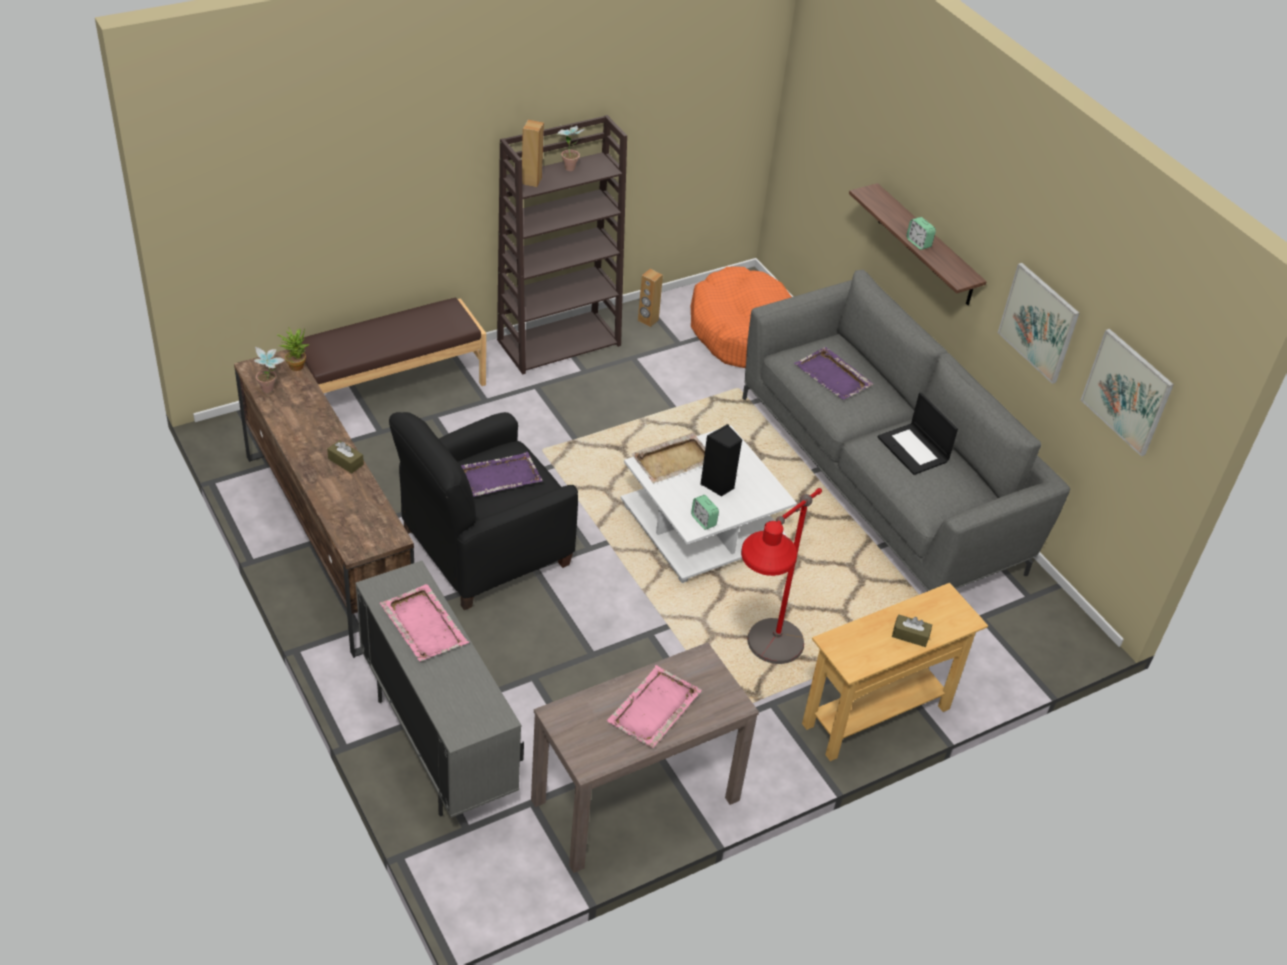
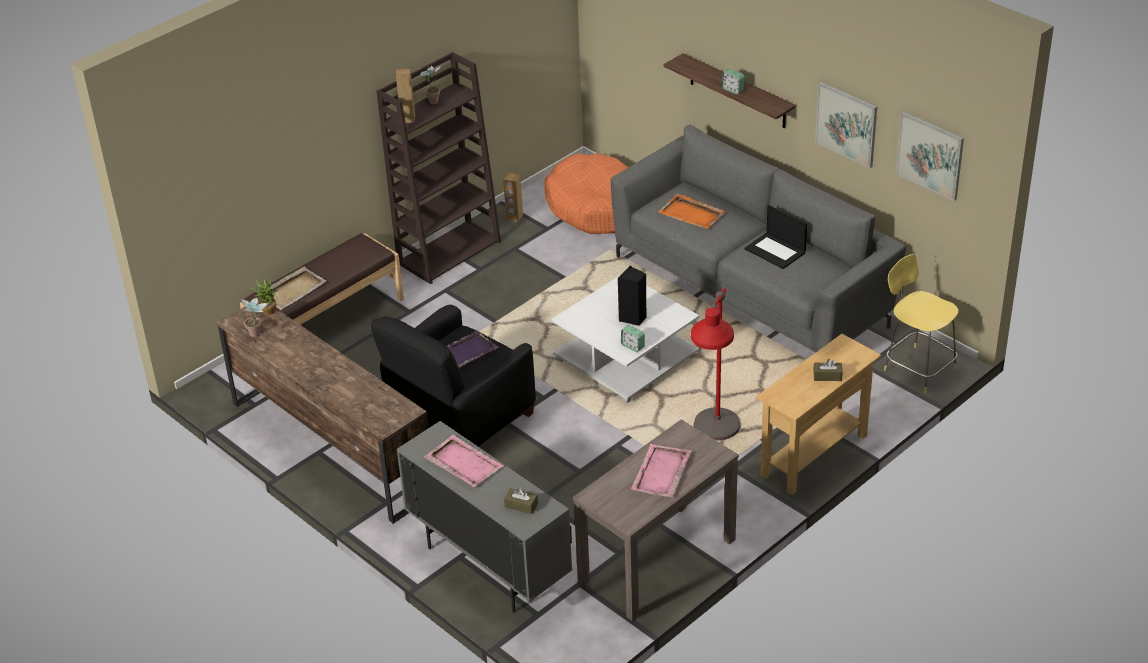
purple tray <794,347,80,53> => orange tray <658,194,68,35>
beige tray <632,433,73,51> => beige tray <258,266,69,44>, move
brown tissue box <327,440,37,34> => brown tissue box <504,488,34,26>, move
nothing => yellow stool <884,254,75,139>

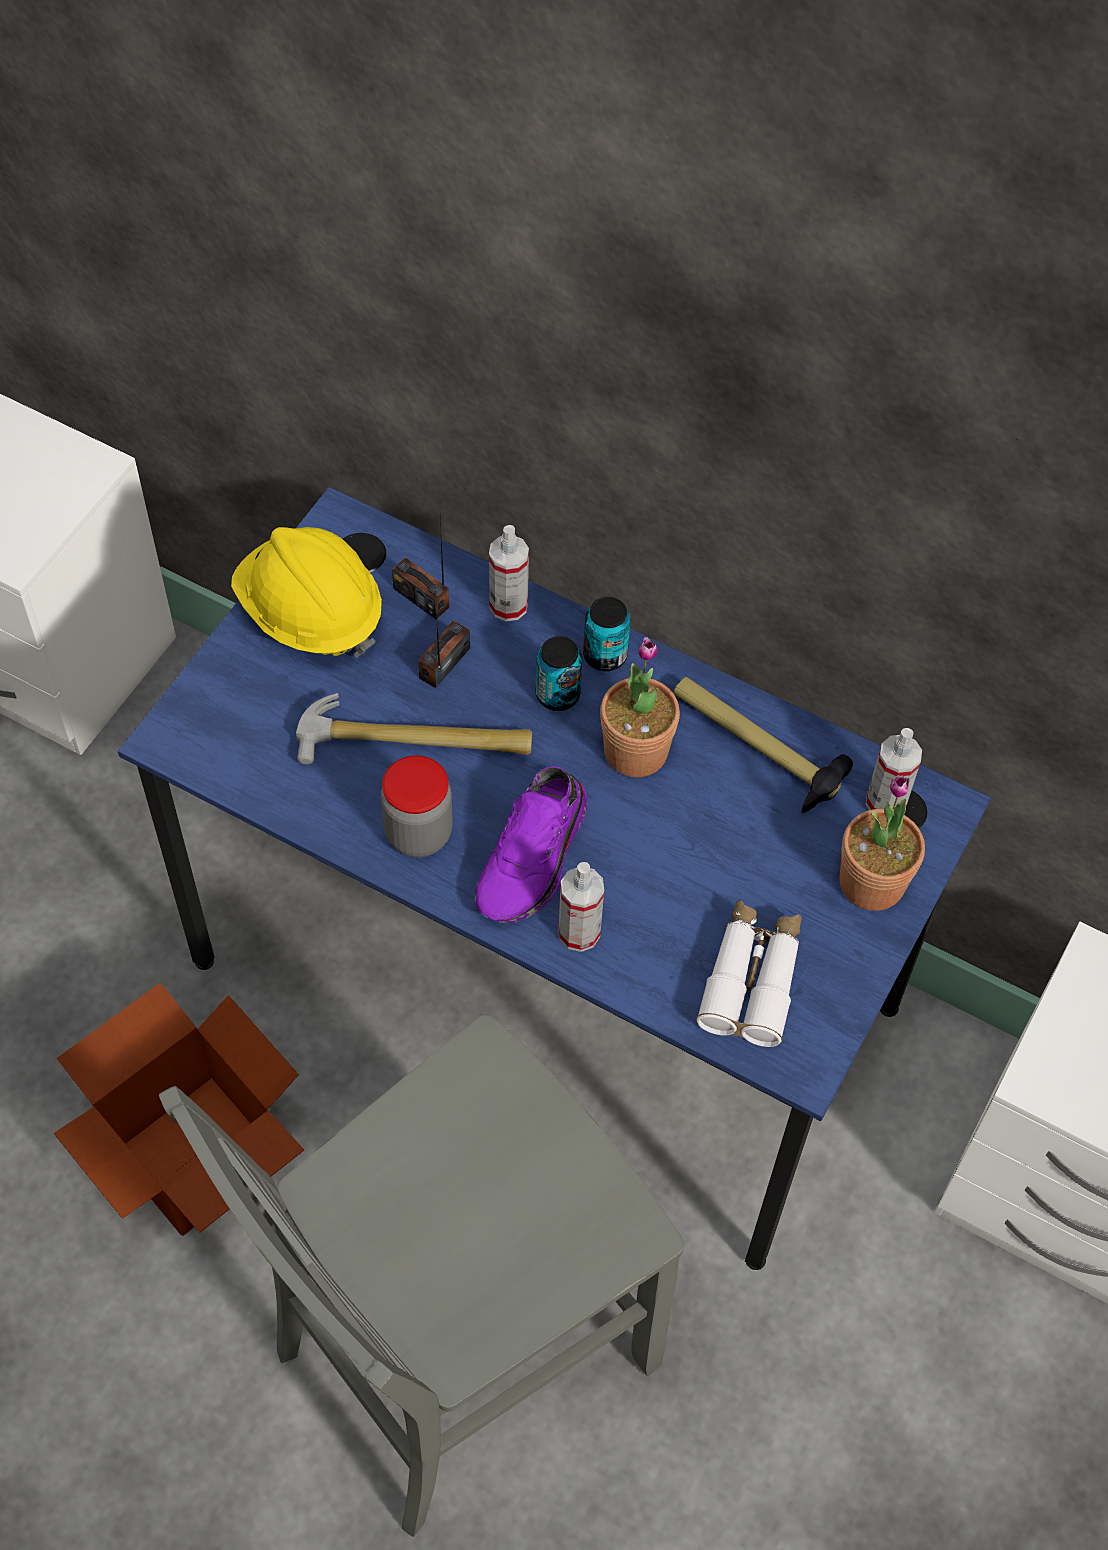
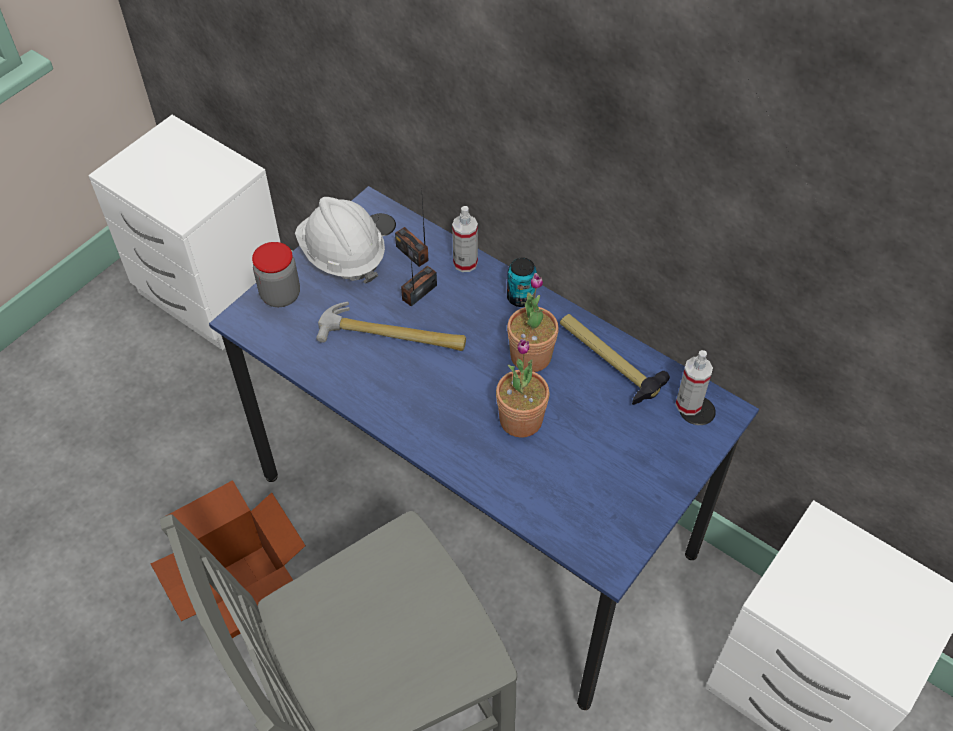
yellow hard hat <231,527,151,131> => white hard hat <295,197,90,87>
can <536,636,46,75> => nothing
jar <381,755,72,102> => jar <252,242,48,65>, move
purple shoe <475,766,112,157> => nothing
potted plant <839,775,86,136> => potted plant <496,339,53,99>, move
spray bottle <558,862,46,90> => nothing
white binoculars <696,900,106,147> => nothing

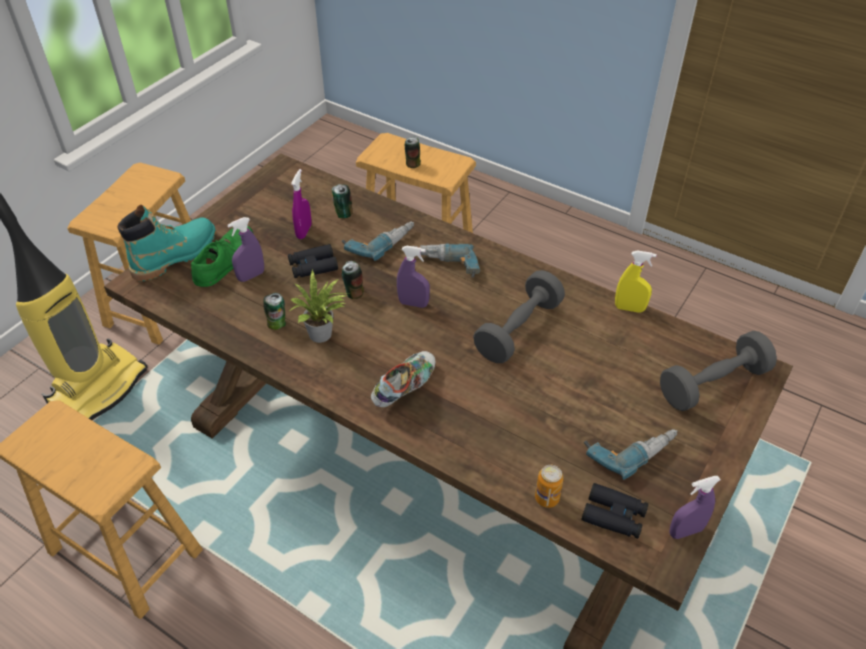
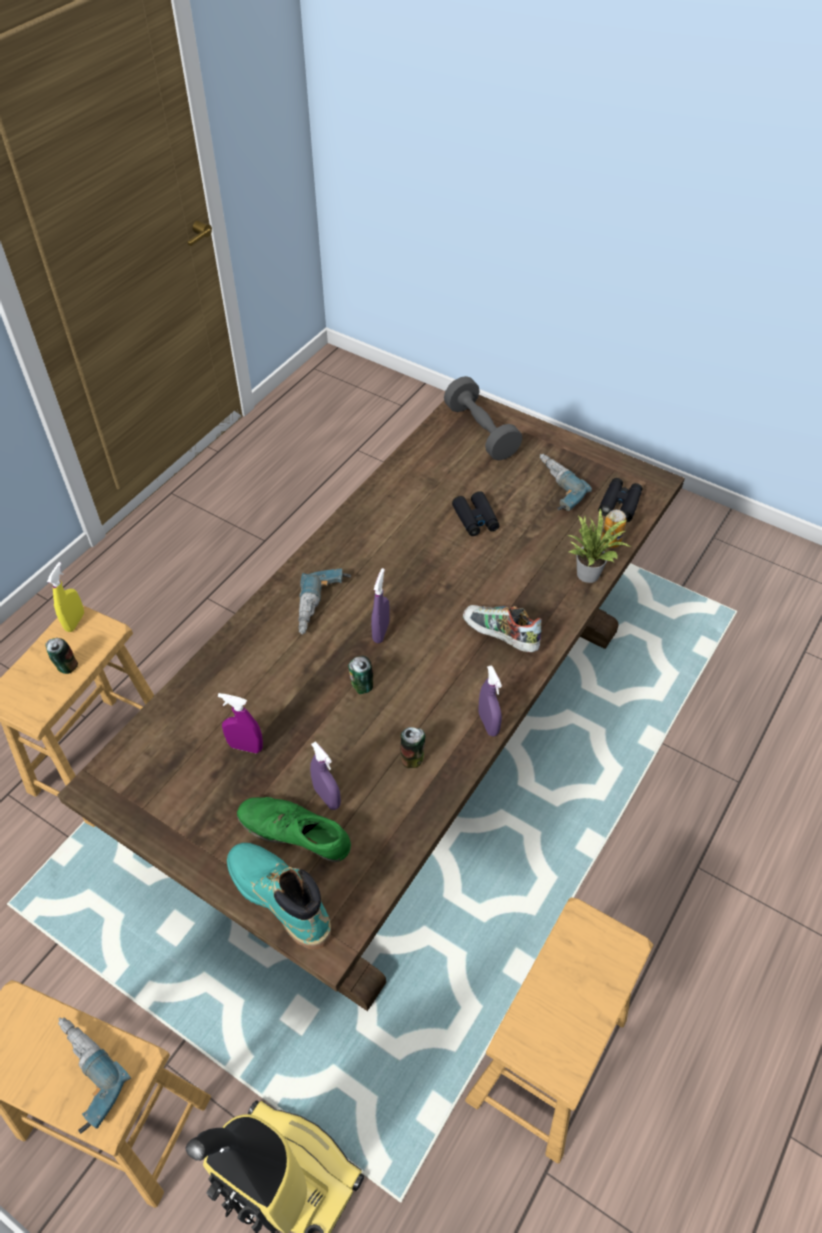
can <332,184,21,34> => nothing
power drill <342,221,72,40> => power drill <58,1018,73,116>, move
black binoculars <288,244,50,34> => black binoculars <452,491,48,45>, move
yellow spray bottle <615,250,42,63> => yellow spray bottle <47,562,37,70>, move
potted plant <290,270,57,73> => potted plant <567,507,64,76>, move
grey dumbbell <473,270,92,93> => nothing
purple spray bottle <670,476,50,63> => purple spray bottle <478,665,24,72>, move

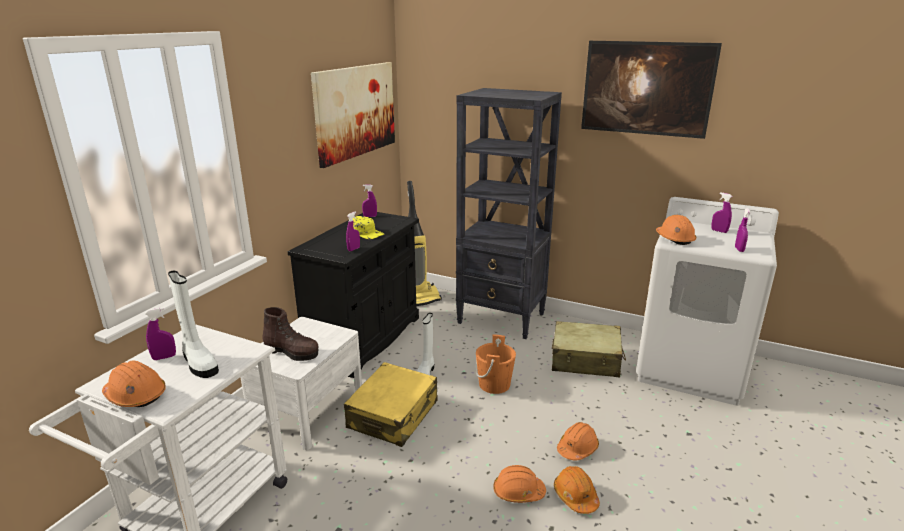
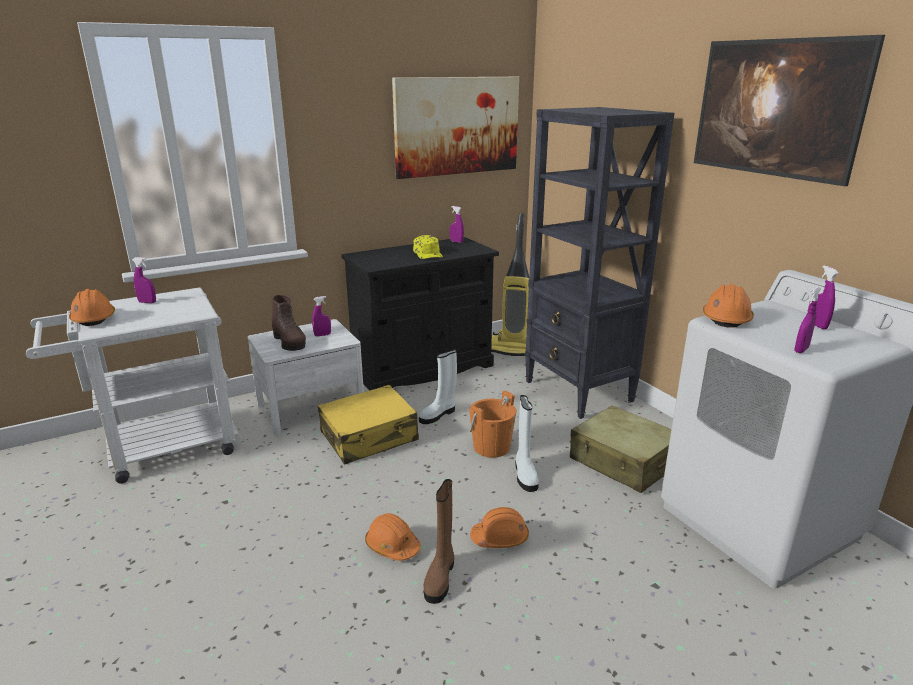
purple spray bottle <346,211,14,40> => purple spray bottle <312,296,19,40>, move
white boot <168,271,51,107> => white boot <515,395,24,97>, move
orange hard hat <554,466,46,48> => brown boot <424,479,30,125>

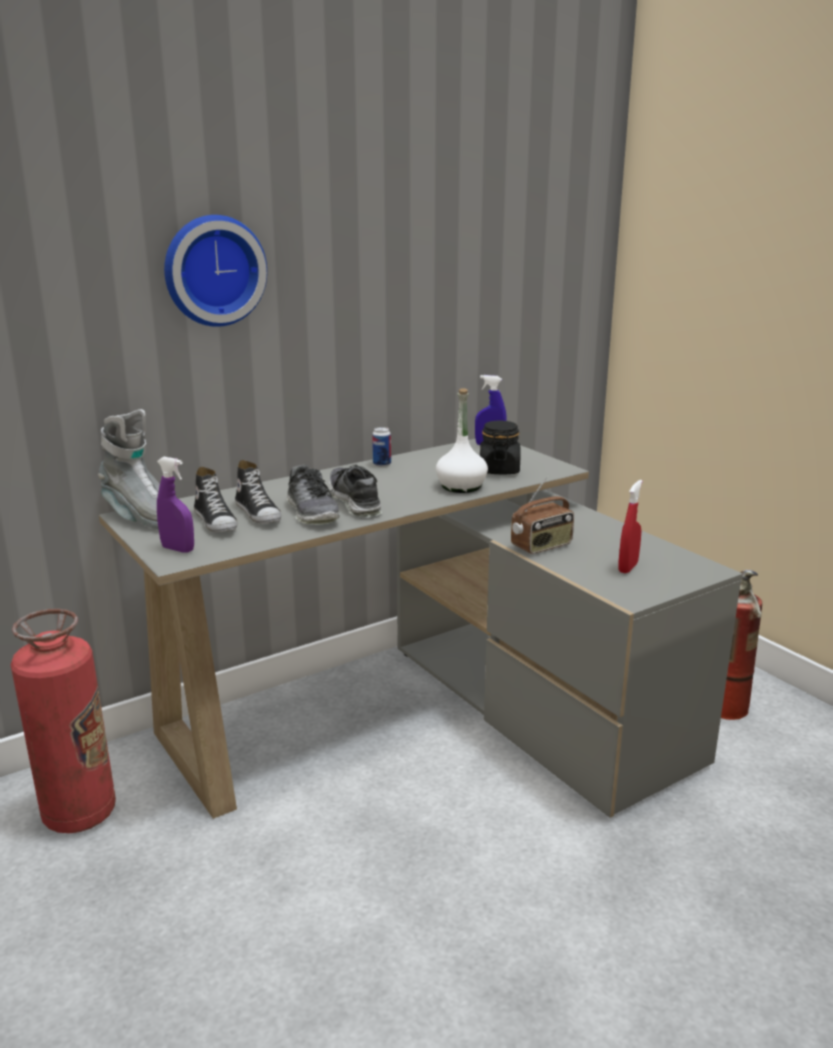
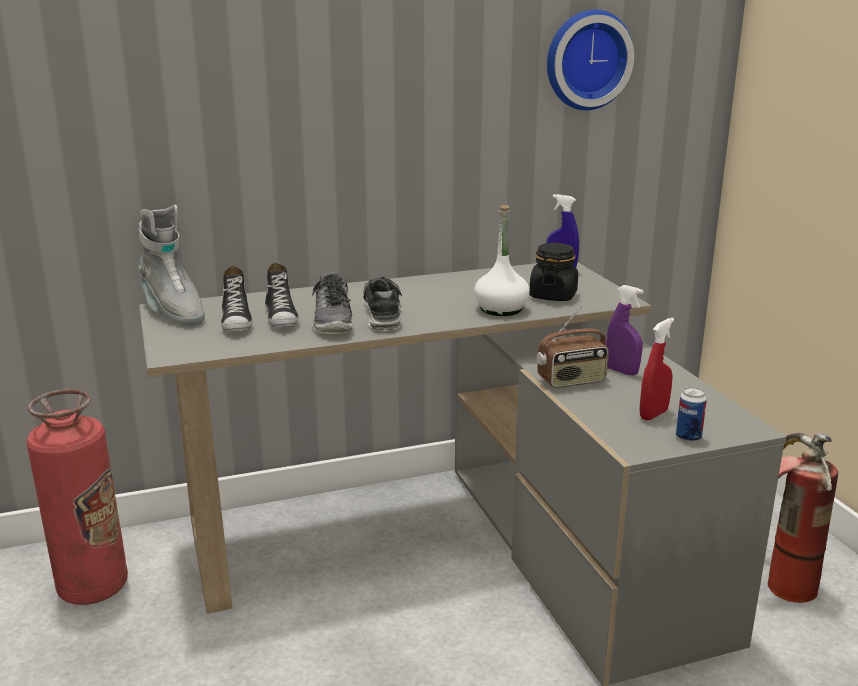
wall clock <164,215,103,112> => wall clock <547,10,87,100>, move
can <372,427,19,40> => can <676,387,31,55>, move
purple spray bottle <157,457,37,96> => purple spray bottle <606,285,37,90>, move

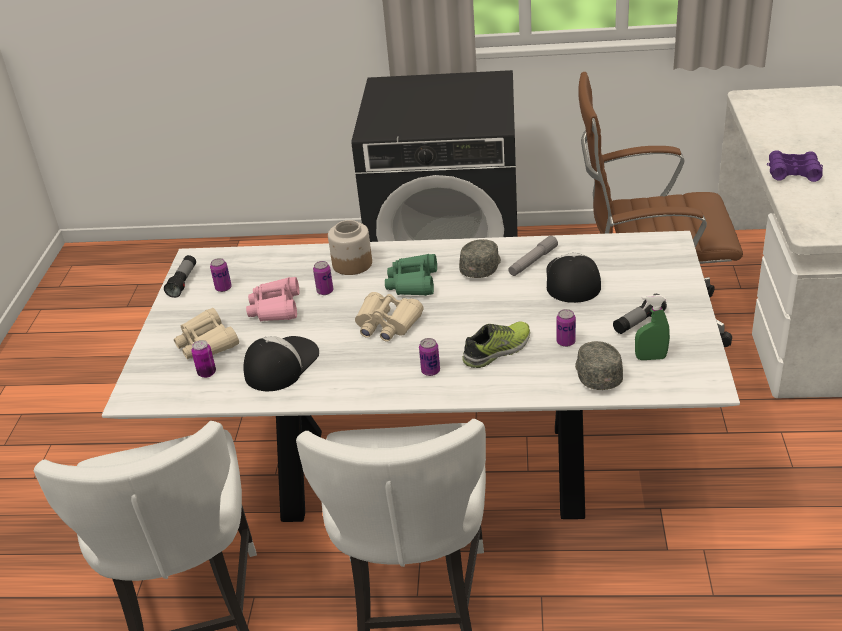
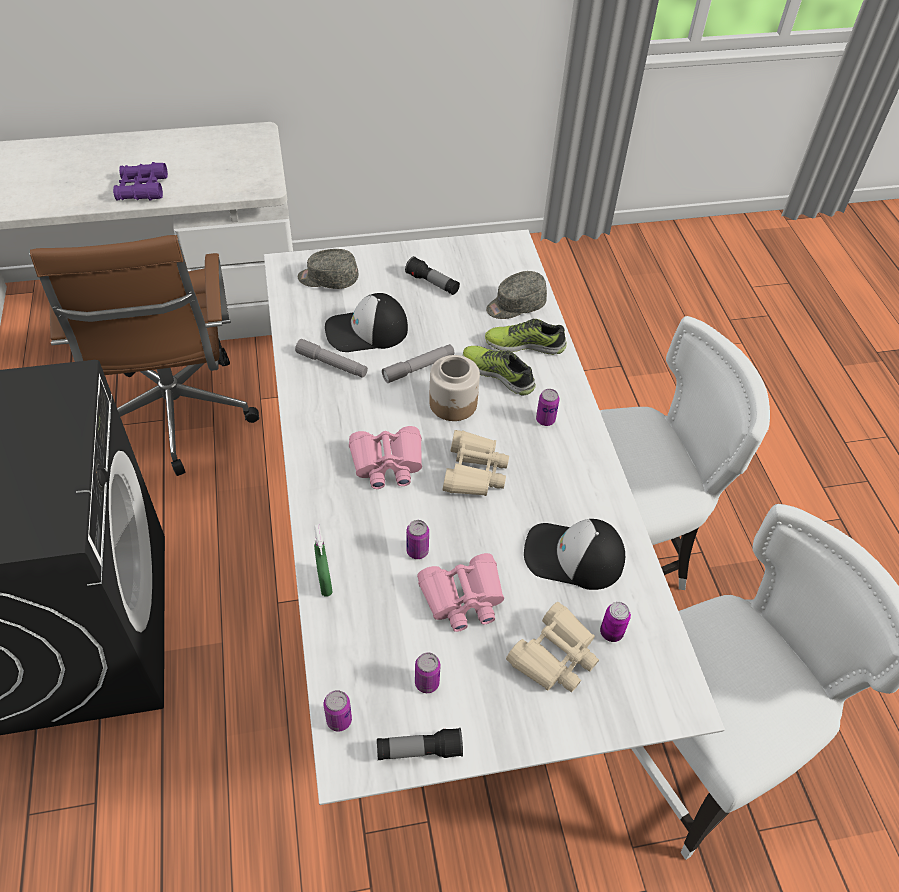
jar <328,220,44,55> => jar <429,355,51,66>, move
grey cap <459,239,42,39> => grey cap <298,249,61,40>, move
green binoculars <385,254,52,42> => pink binoculars <349,426,73,63>
green spray bottle <635,295,35,65> => green spray bottle <314,524,19,73>, move
can <556,309,20,38> => can <324,690,28,42>, move
nothing => shoe <485,319,82,36>
nothing => grey flashlight <382,344,73,39>

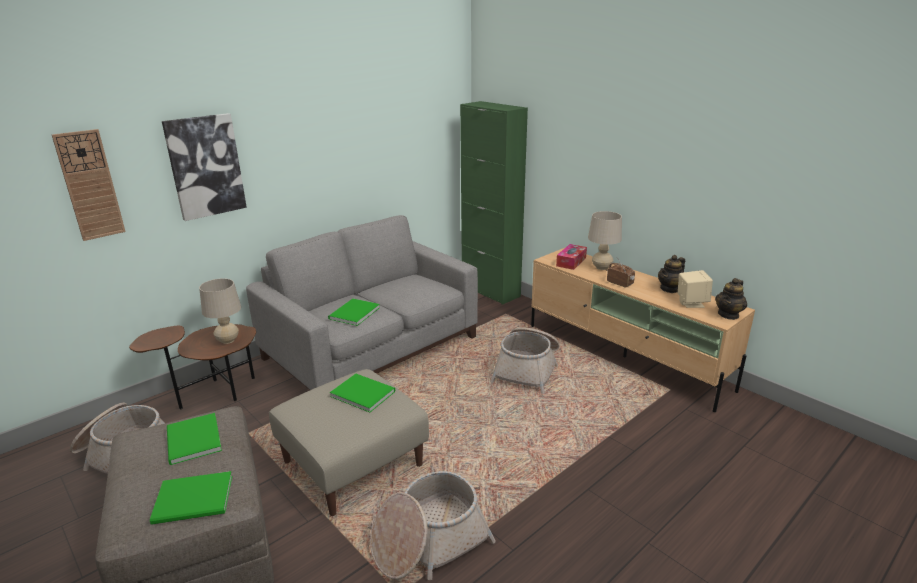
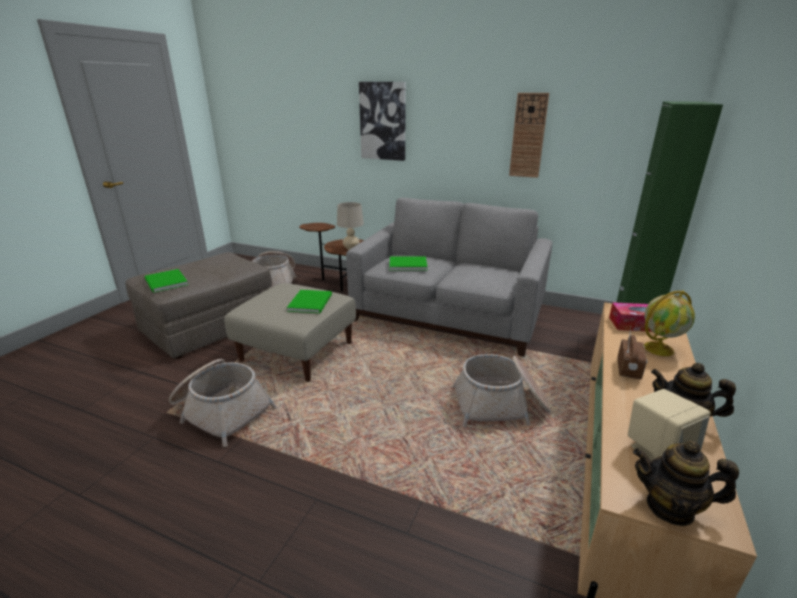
wall clock <52,129,74,112> => wall clock <509,93,40,85>, move
beige table lamp <588,211,34,59> => globe <644,290,51,66>
green book <167,413,55,52> => nothing

